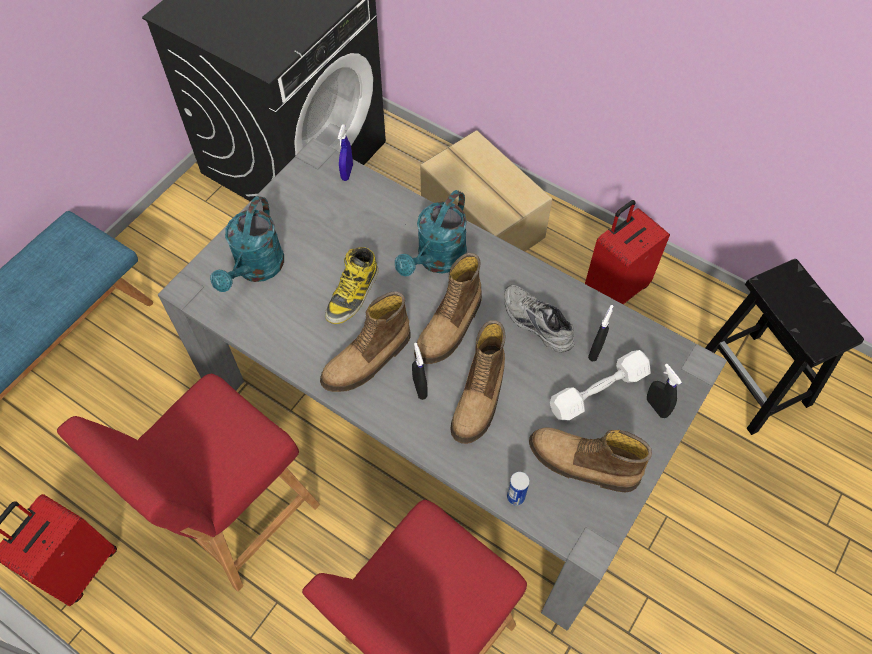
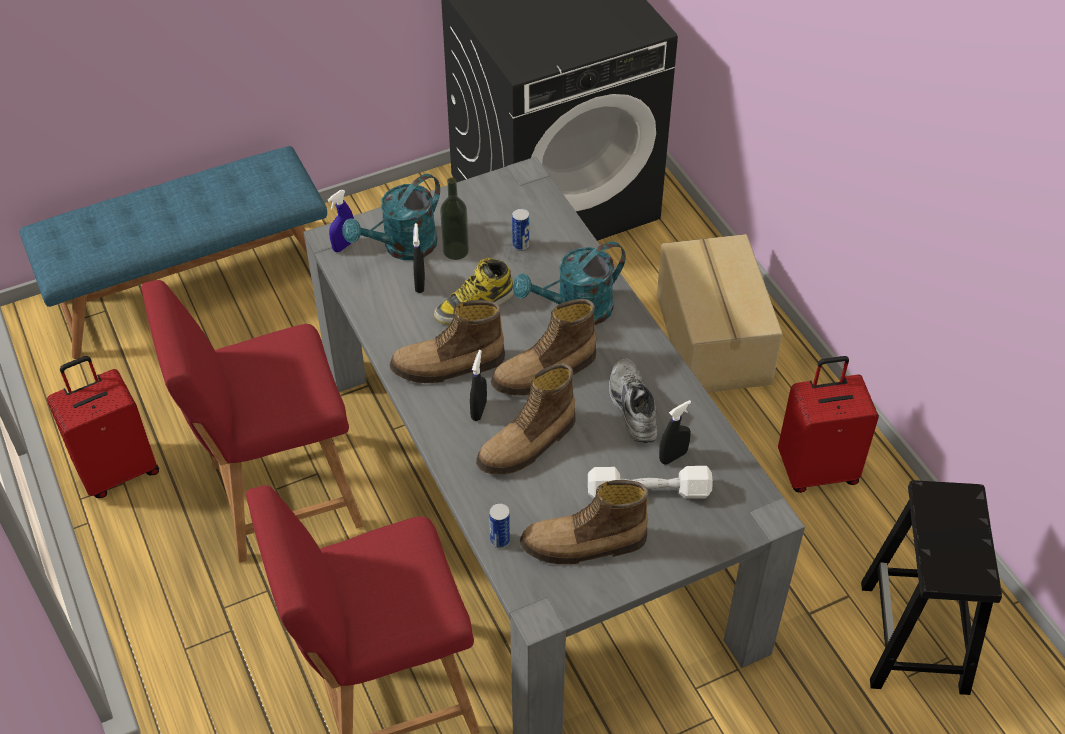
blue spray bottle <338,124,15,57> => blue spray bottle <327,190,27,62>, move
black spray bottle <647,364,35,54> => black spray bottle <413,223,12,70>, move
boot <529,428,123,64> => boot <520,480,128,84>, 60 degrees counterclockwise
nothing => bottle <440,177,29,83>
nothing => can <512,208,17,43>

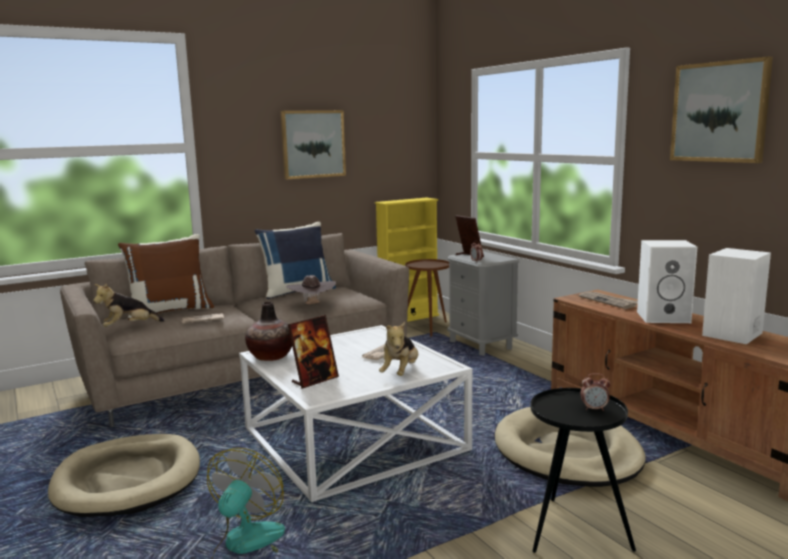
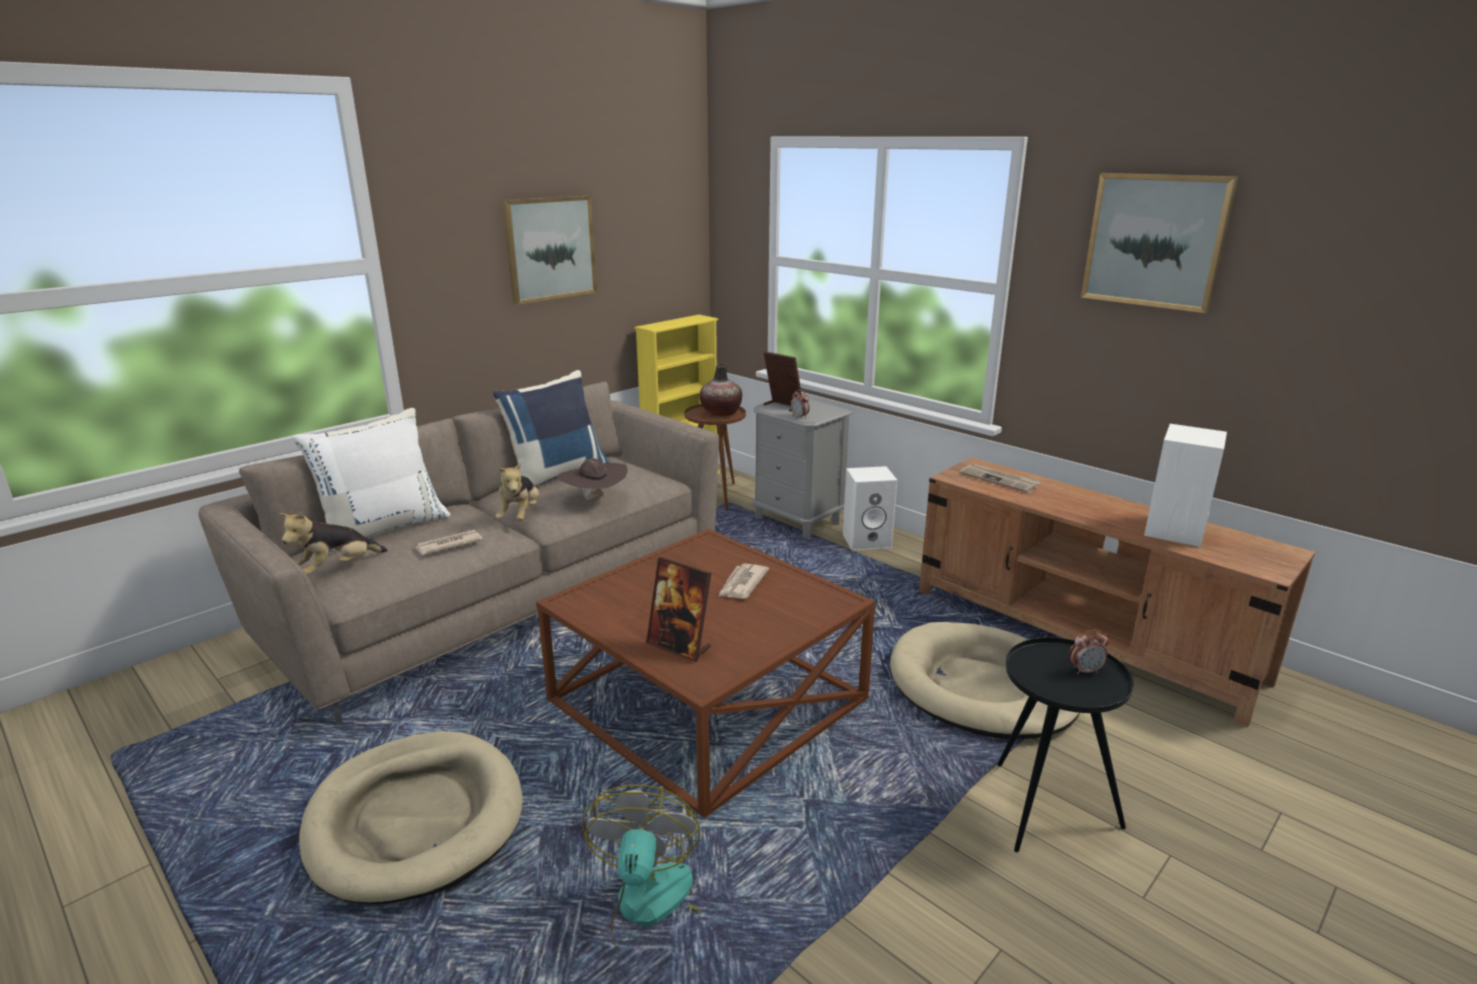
brown pillow <118,234,96,86> => white pillow <292,408,159,146>
white speaker <637,240,60,83> => white speaker <843,466,54,85>, move
vase <245,302,47,59> => vase <700,364,42,53>, move
picture frame <288,315,51,73> => picture frame <646,557,65,105>, 90 degrees clockwise
plush toy <379,322,39,54> => plush toy <495,462,44,59>, move
white coffee table <239,325,233,177> => brown coffee table <536,529,339,289>

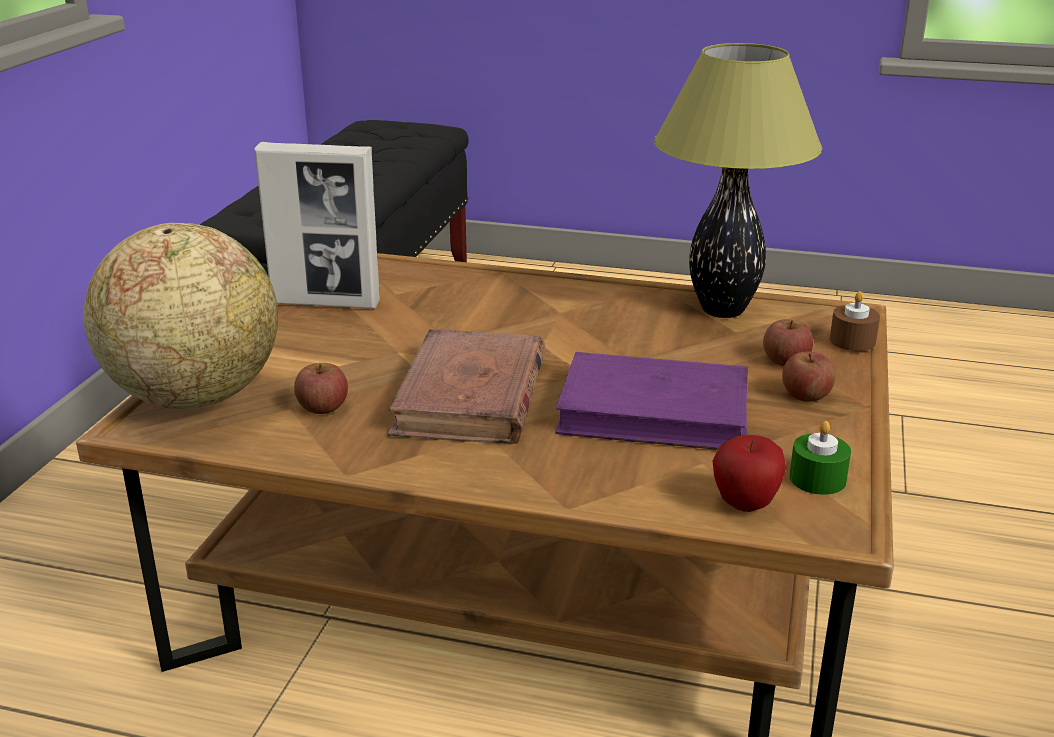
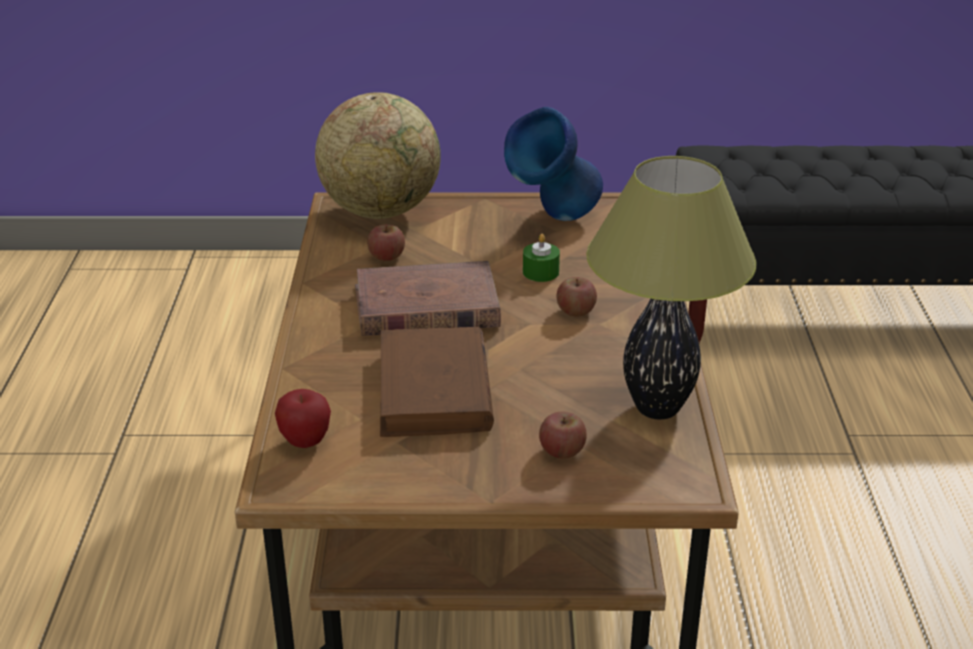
picture frame <255,142,125,167> => blue vase <504,107,99,114>
brown candle <830,291,50,60> => nothing
apple <782,351,54,51> => apple <556,277,41,40>, move
purple book <556,352,192,98> => brown book <380,327,114,110>
green candle <789,421,62,74> => green candle <523,234,37,48>, move

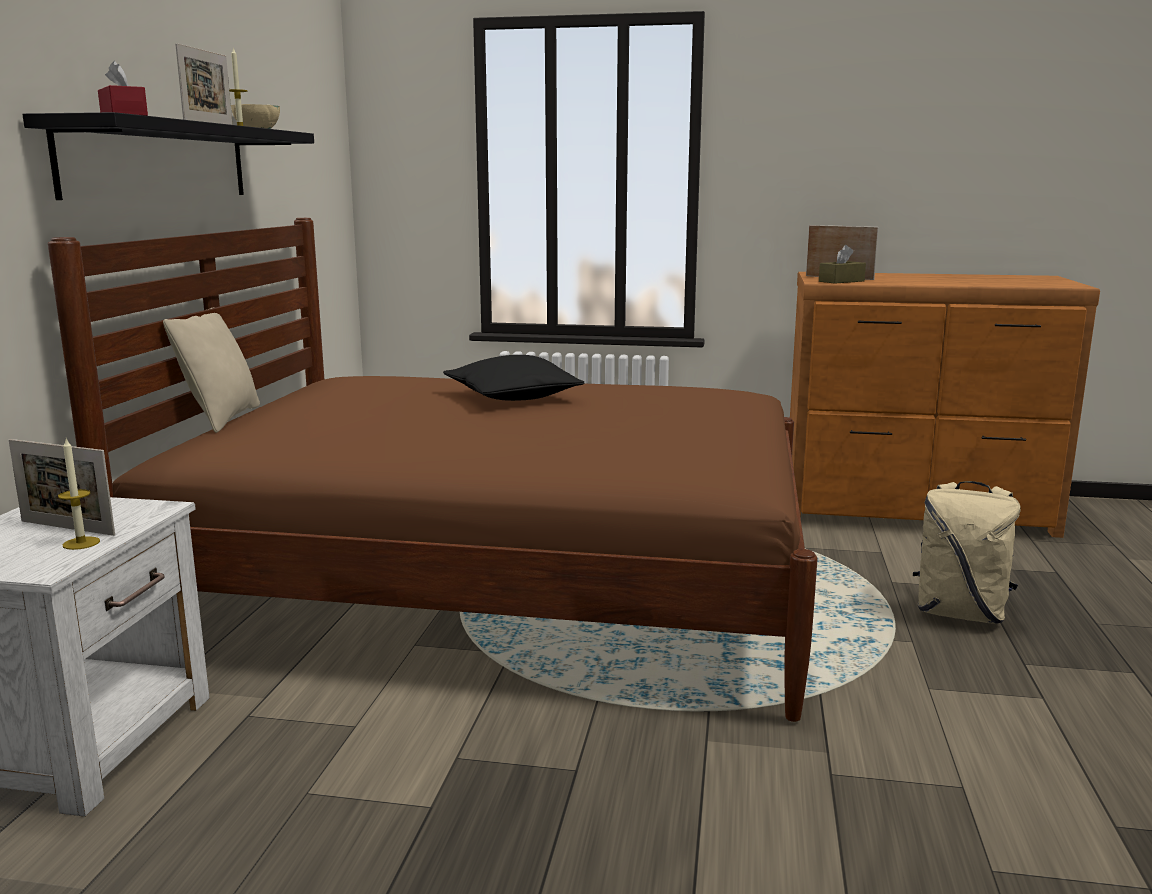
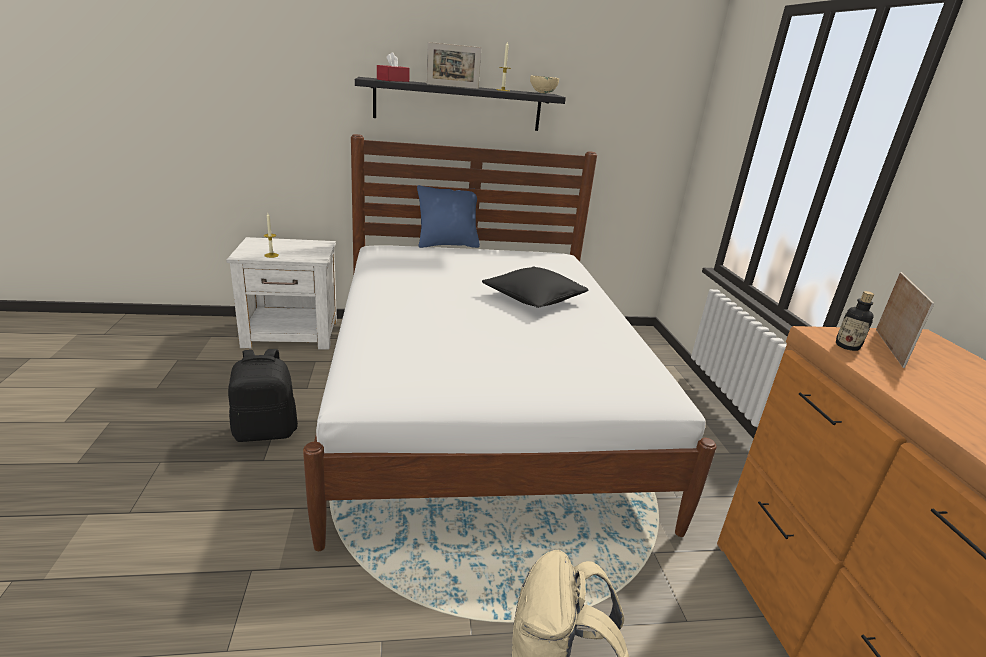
brown bed <48,218,770,504> => white bed <303,134,414,417>
brown tissue box <819,245,47,39> => bottle <836,291,38,60>
beige pillow <163,308,97,125> => blue pillow <417,185,63,63>
picture frame <9,439,106,97> => nothing
nothing => black backpack <228,349,70,93>

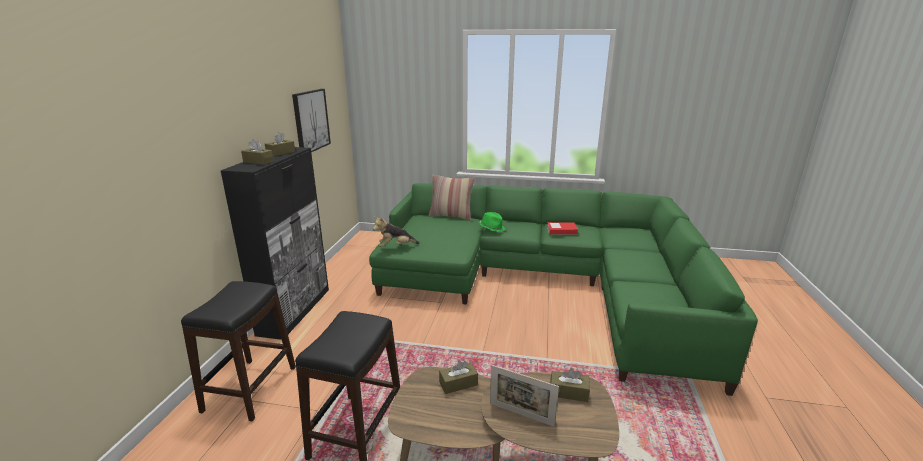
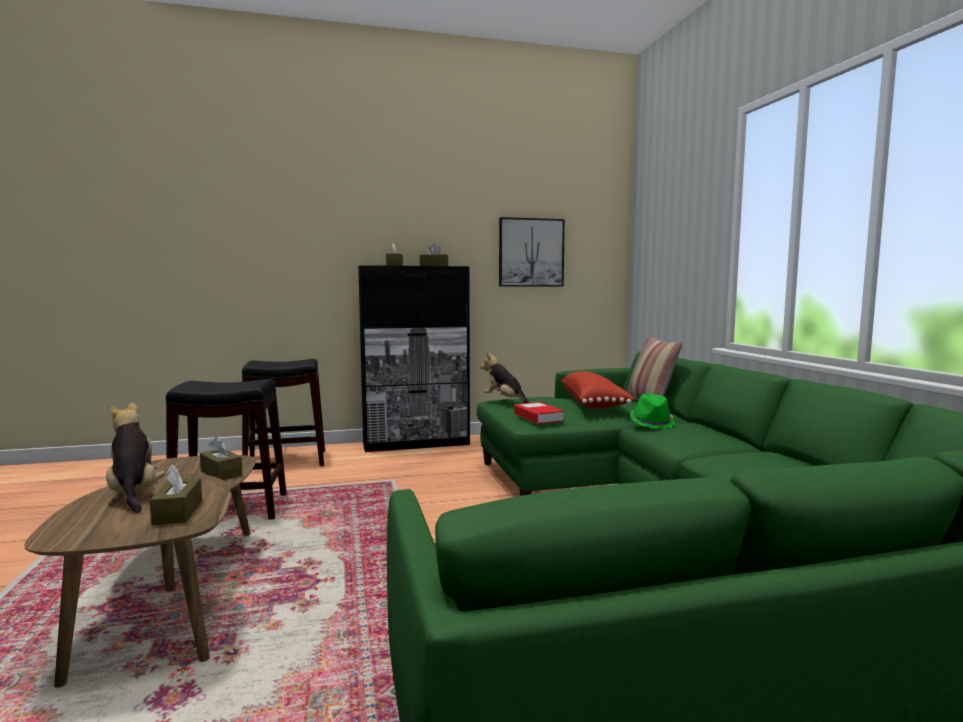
book <547,222,31,13> => book <514,402,50,22>, move
picture frame <490,365,69,62> => plush toy <106,402,60,111>
nothing => red pillow <561,371,74,37>

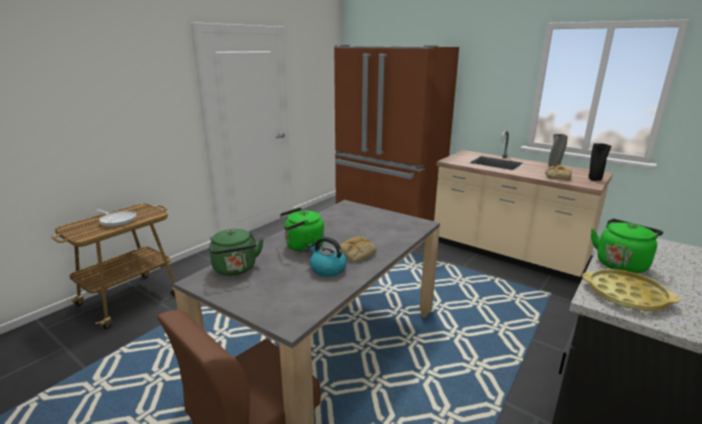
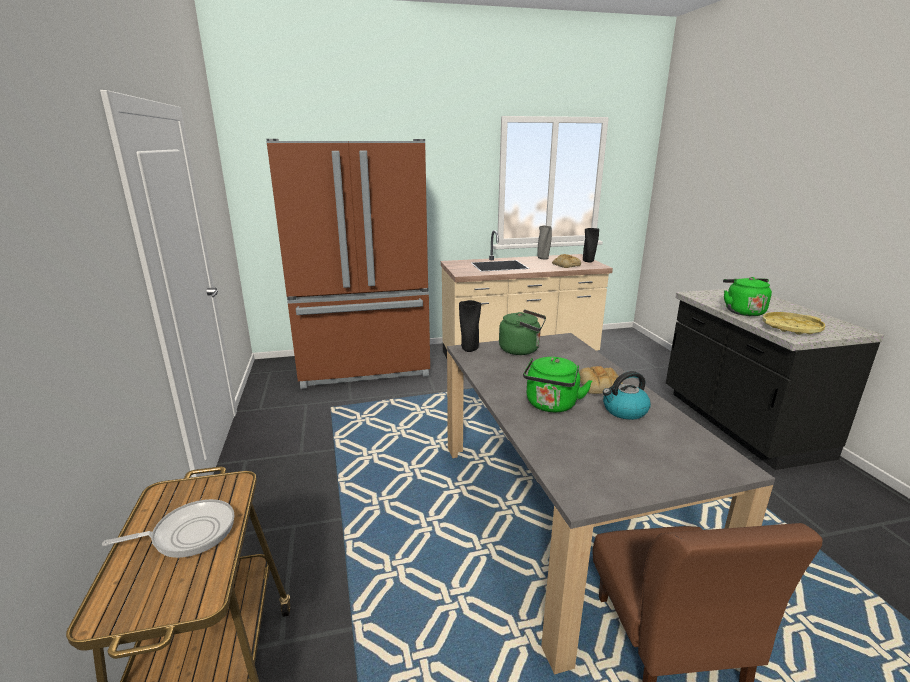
green kettle <209,229,55,47> => green kettle <499,309,47,46>, move
nothing => black vase <459,300,22,52>

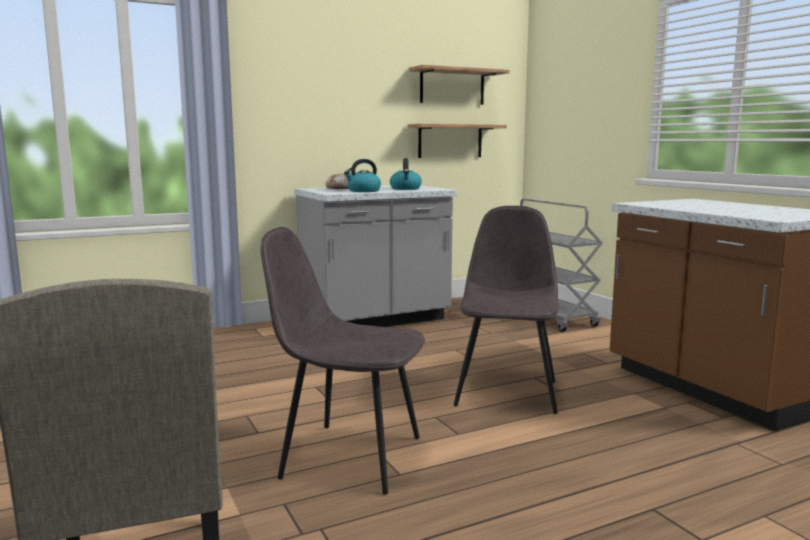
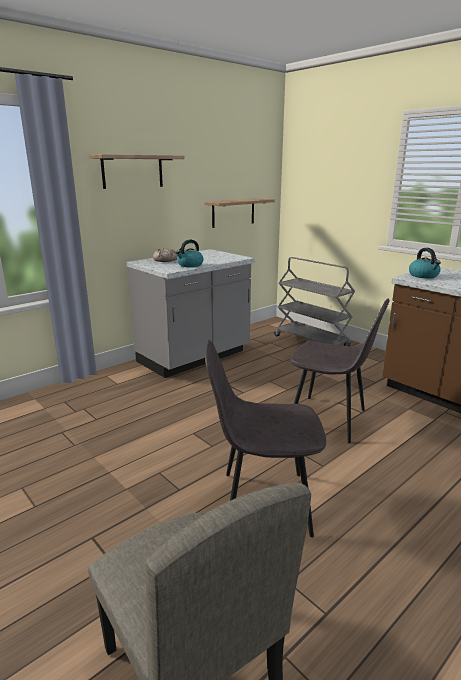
shelf <409,65,101,40> => shelf <89,155,96,34>, move
kettle <390,158,32,32> => kettle <409,248,32,30>, move
grey chair <454,206,105,208> => grey chair <289,298,101,145>, 120 degrees clockwise

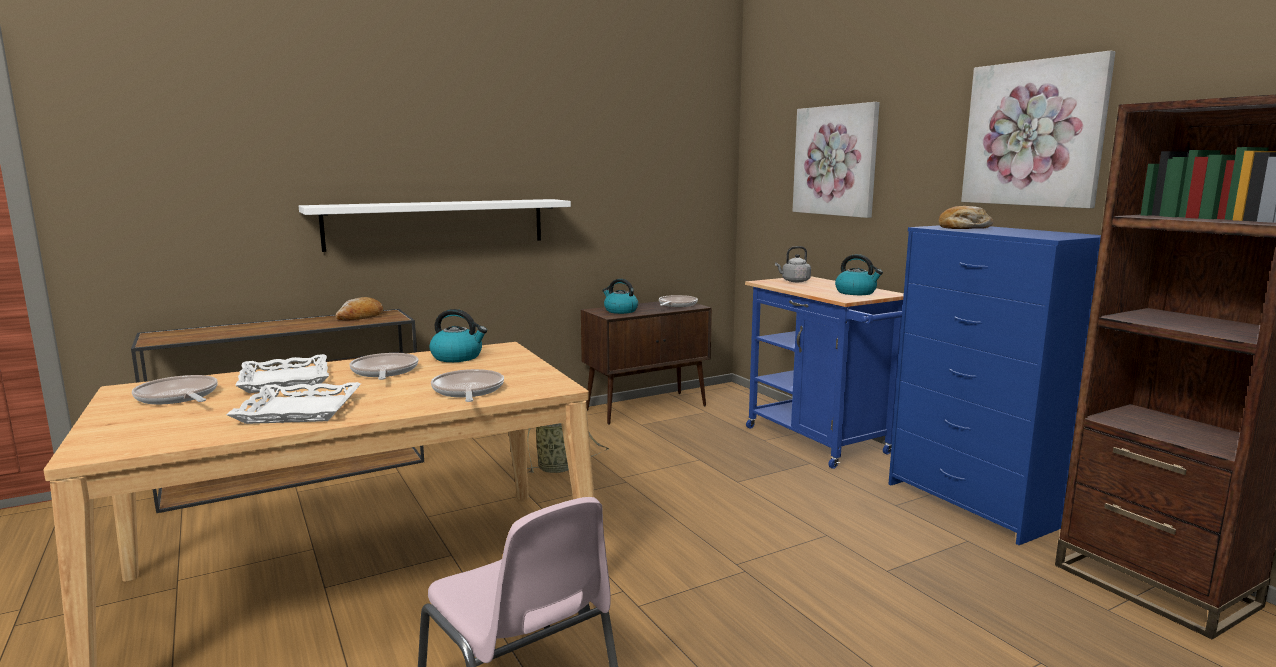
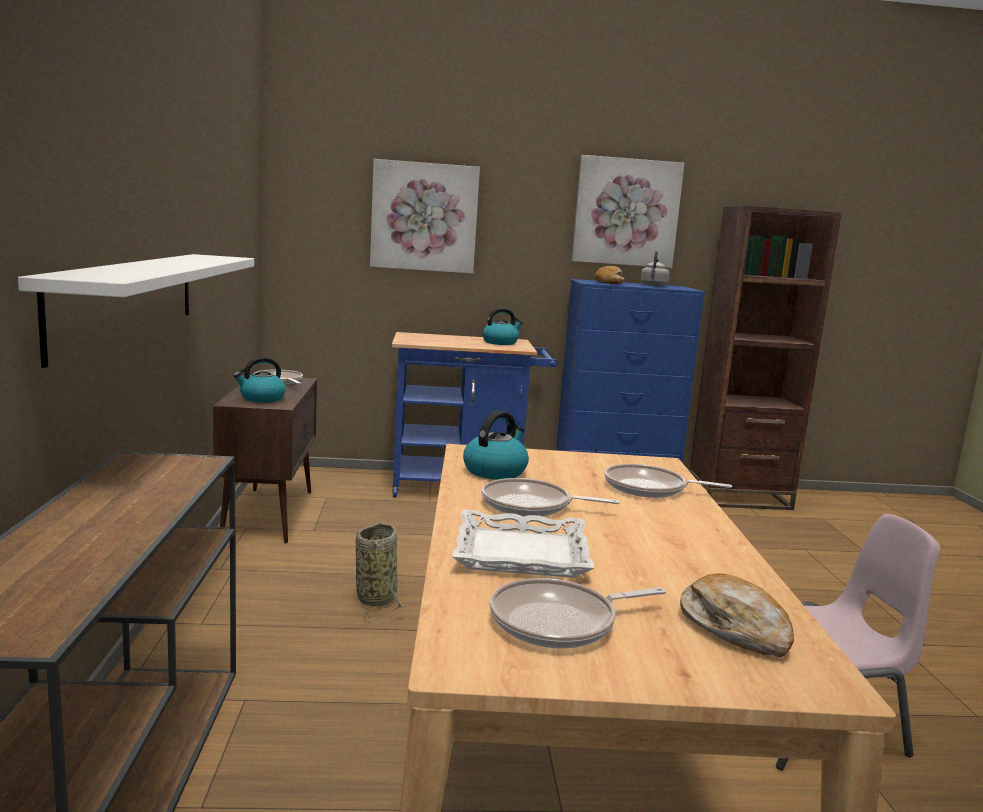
grey kettle <775,246,36,36> => grey kettle <640,251,30,35>, move
bread <336,297,47,24> => bread <680,573,114,85>, move
white tray <226,382,135,42> => nothing

